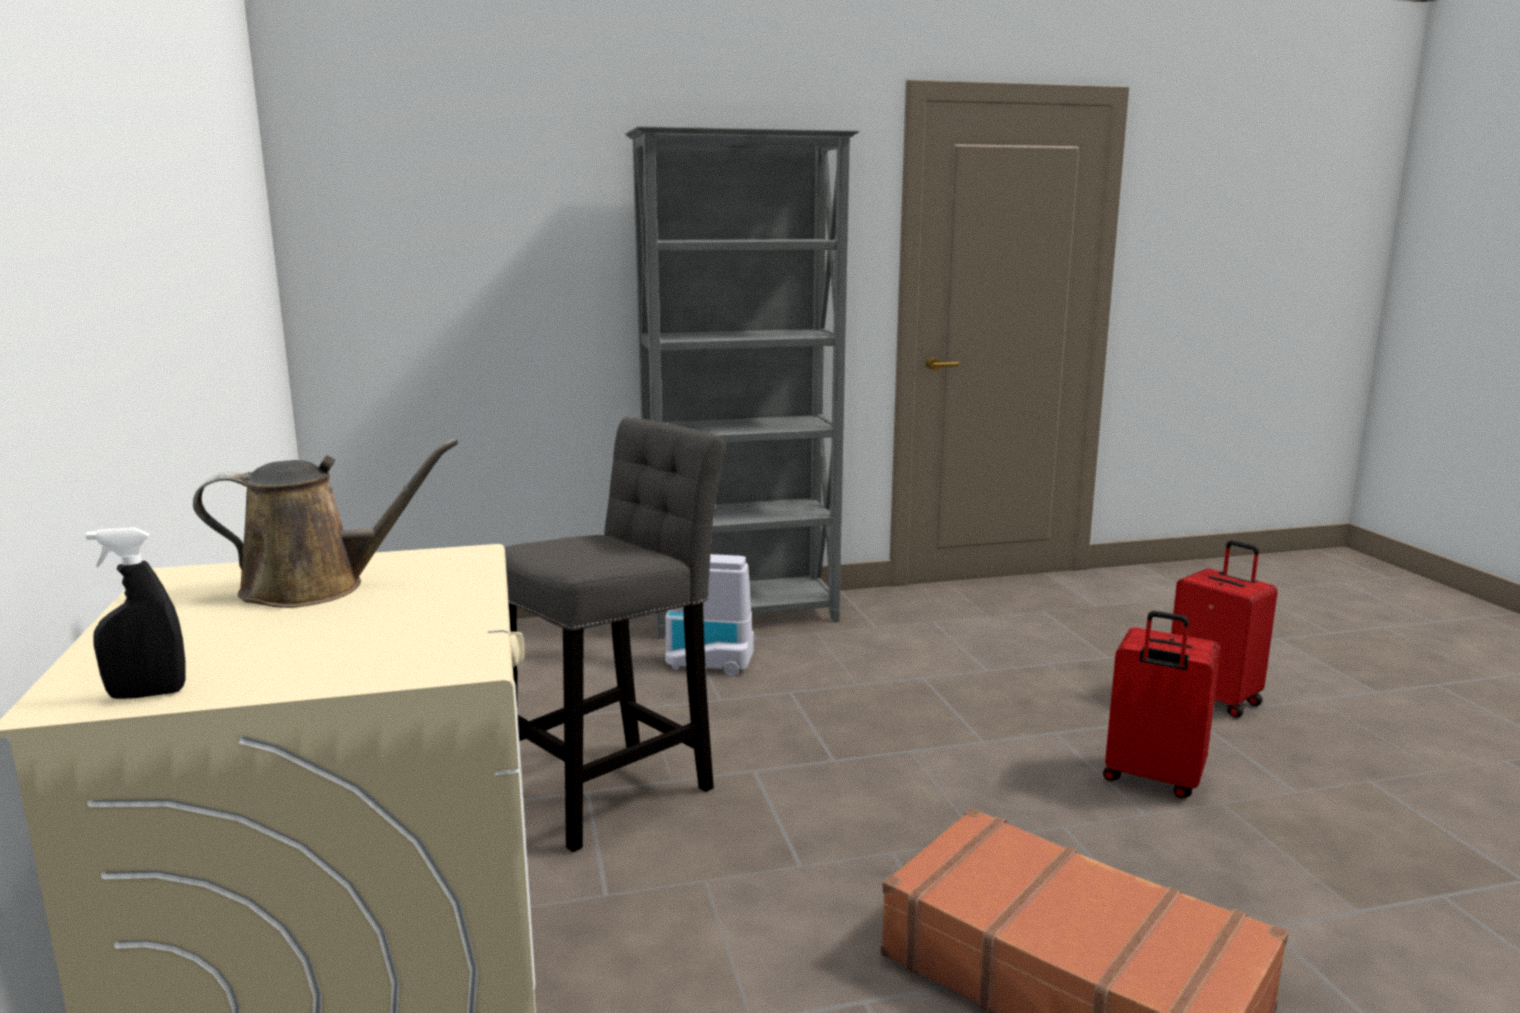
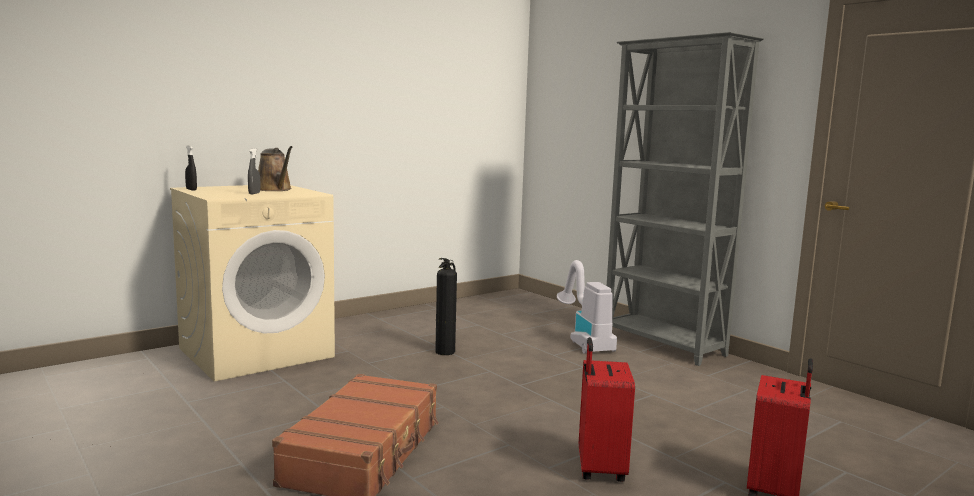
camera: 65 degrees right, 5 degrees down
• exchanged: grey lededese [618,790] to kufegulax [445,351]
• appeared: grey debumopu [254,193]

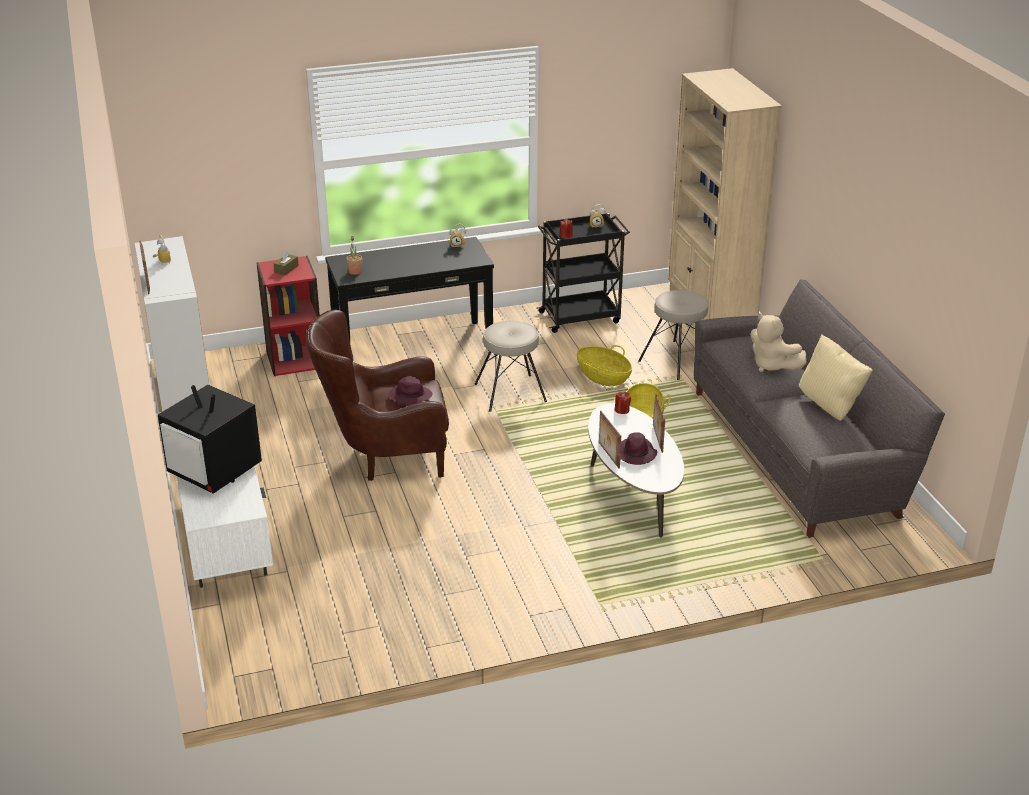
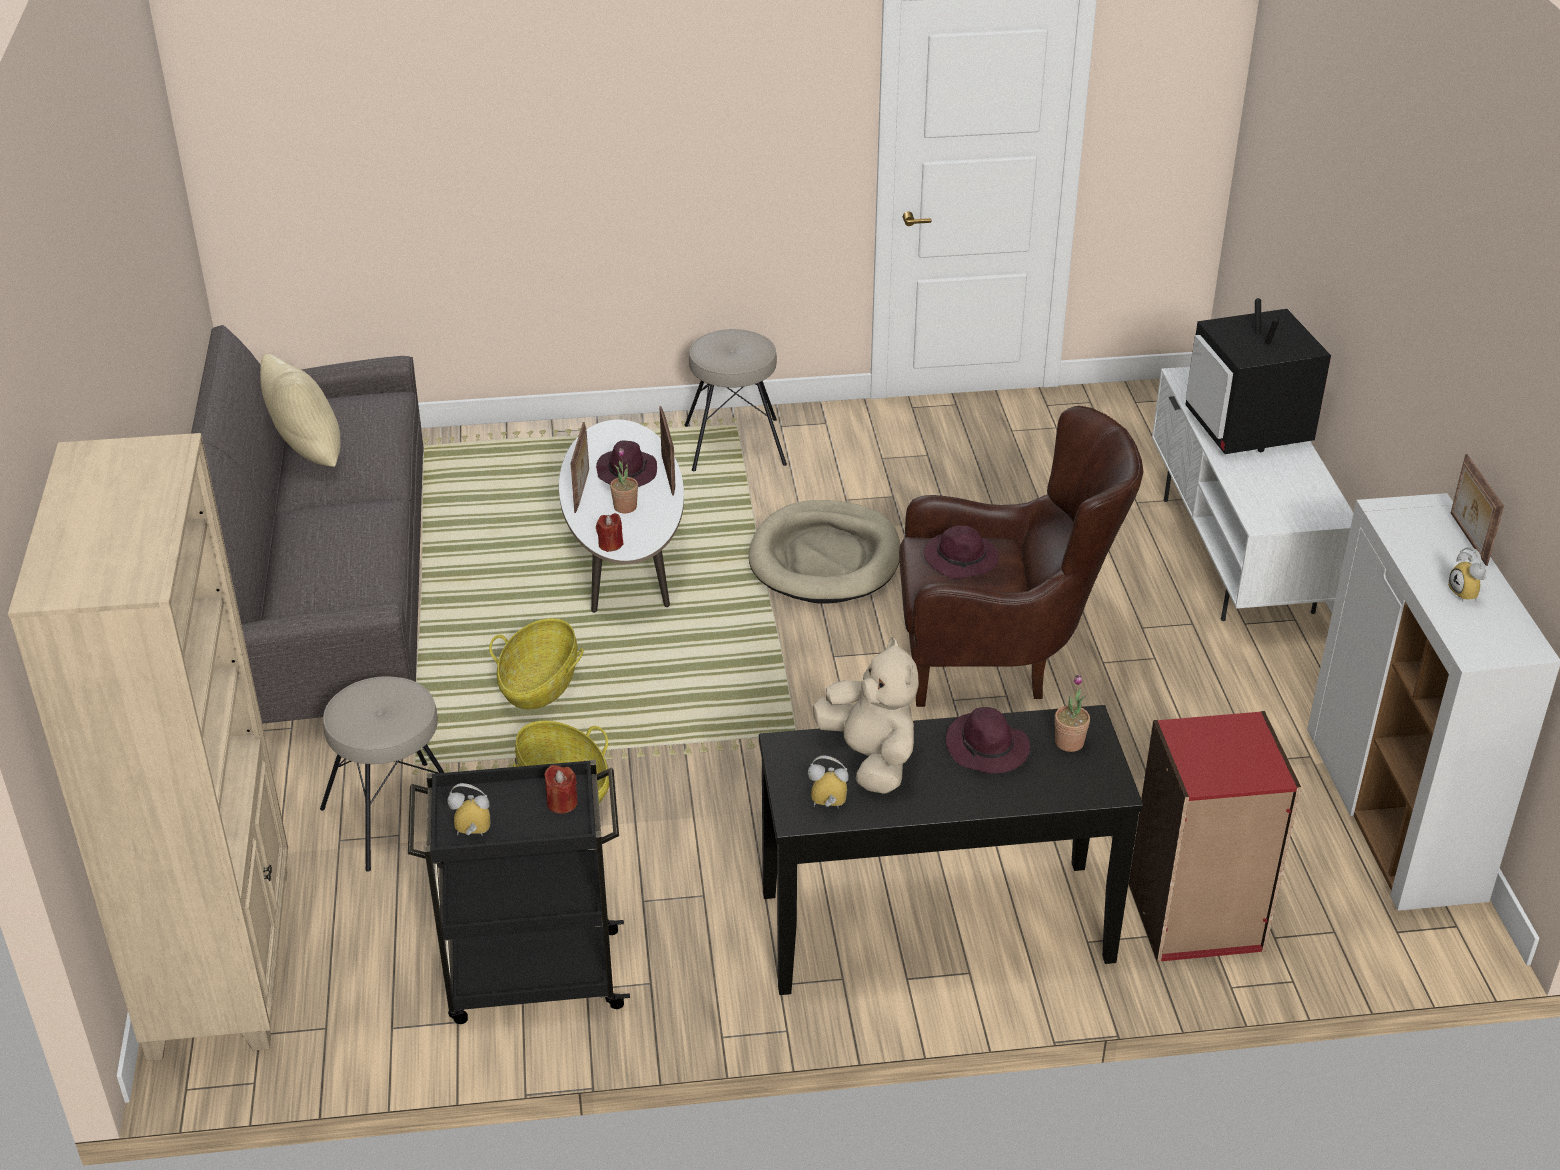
camera: 170 degrees left, 5 degrees up
• missing: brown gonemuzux [286,269]
• relocated: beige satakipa [772,365] to [870,759]
• relocated: beige lededese [510,393] to [734,444]
• spun: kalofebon [216,471] = [1248,430] 150 degrees counterclockwise
• appeared: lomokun [625,507]
• appeared: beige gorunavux [825,558]
• appeared: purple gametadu [987,748]

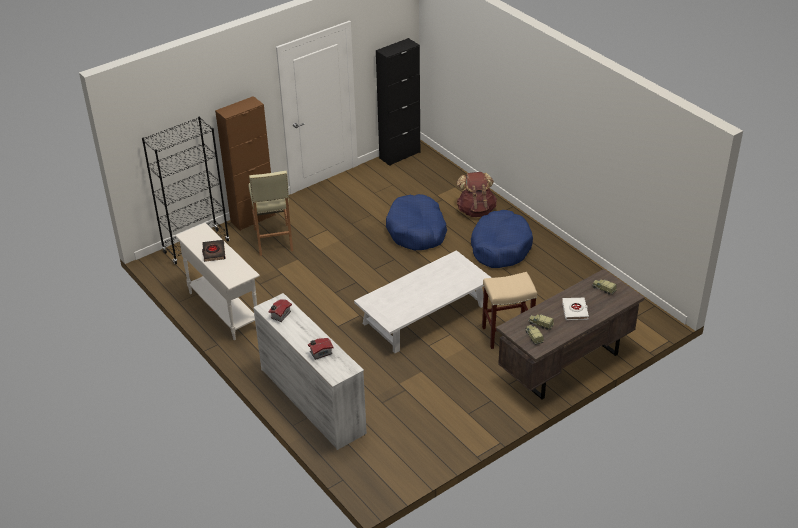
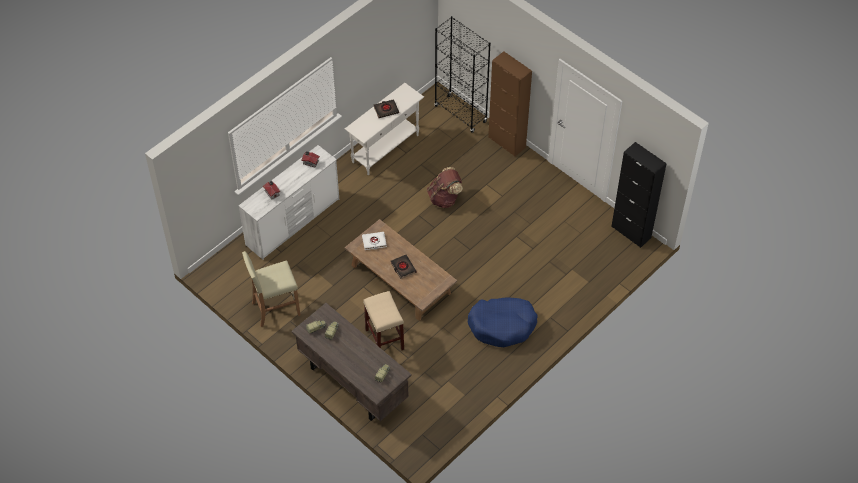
camera: 80 degrees right, 15 degrees up
• relocated: beige lededese [273,240] to [275,309]
• relocated: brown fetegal [476,210] to [444,198]
• missing: blue gorunavux [417,231]
• colour: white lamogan [424,314] to brown lamogan [401,279]
• relocated: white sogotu [575,310] to [374,242]
• appeared: black sogotu [403,268]

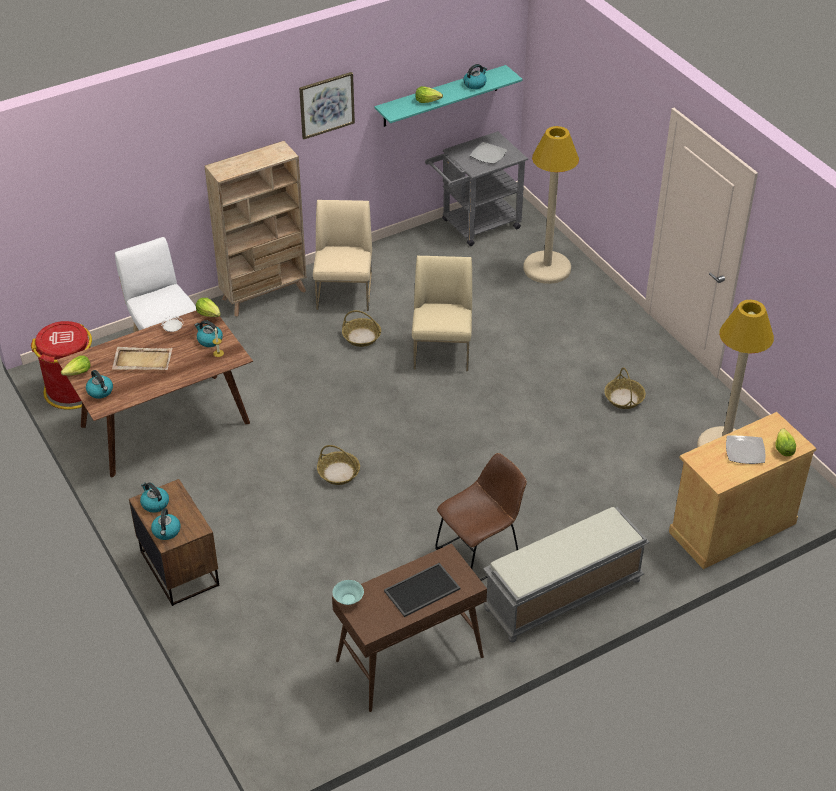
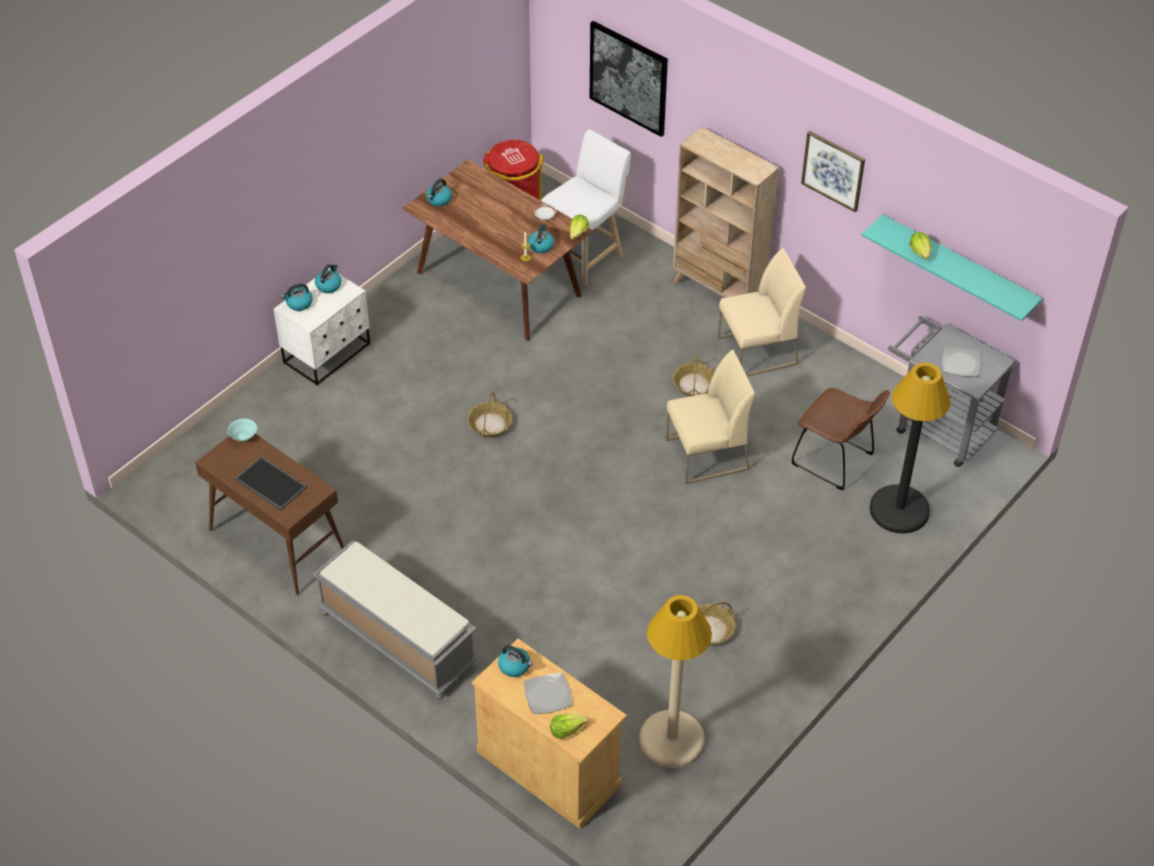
camera: 70 degrees right, 5 degrees up
• relocated: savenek [475,84] to [515,666]
• colour: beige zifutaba [547,268] to black zifutaba [899,510]
• missing: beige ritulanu [142,360]
• missing: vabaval [78,373]
• relocated: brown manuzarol [480,553] to [836,461]
• colour: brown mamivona [180,568] to white mamivona [328,353]
• appeared: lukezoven [629,78]

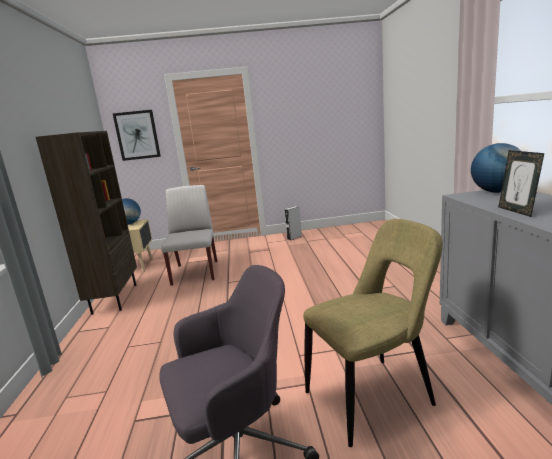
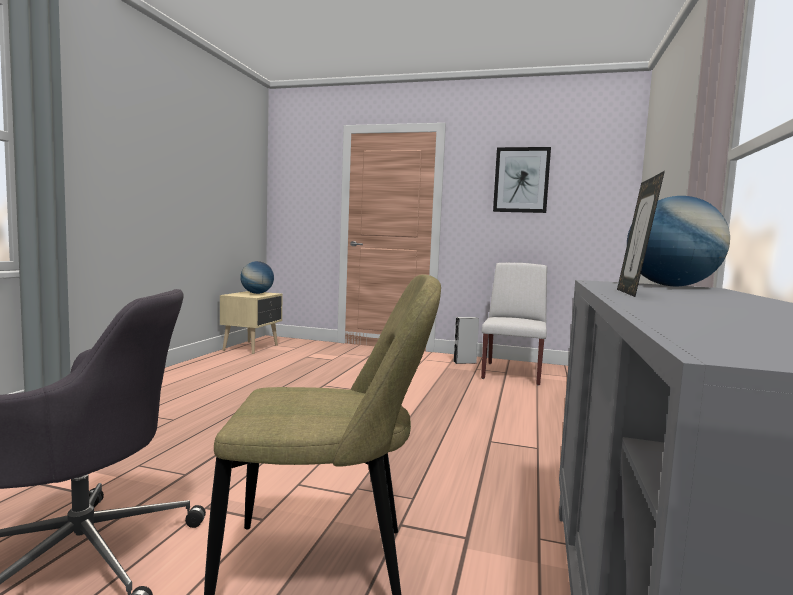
camera: 20 degrees right, 10 degrees down
• relocated: lukezoven [137,135] to [521,180]
• missing: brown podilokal [114,298]
• relocated: white manuzarol [195,272] to [512,373]

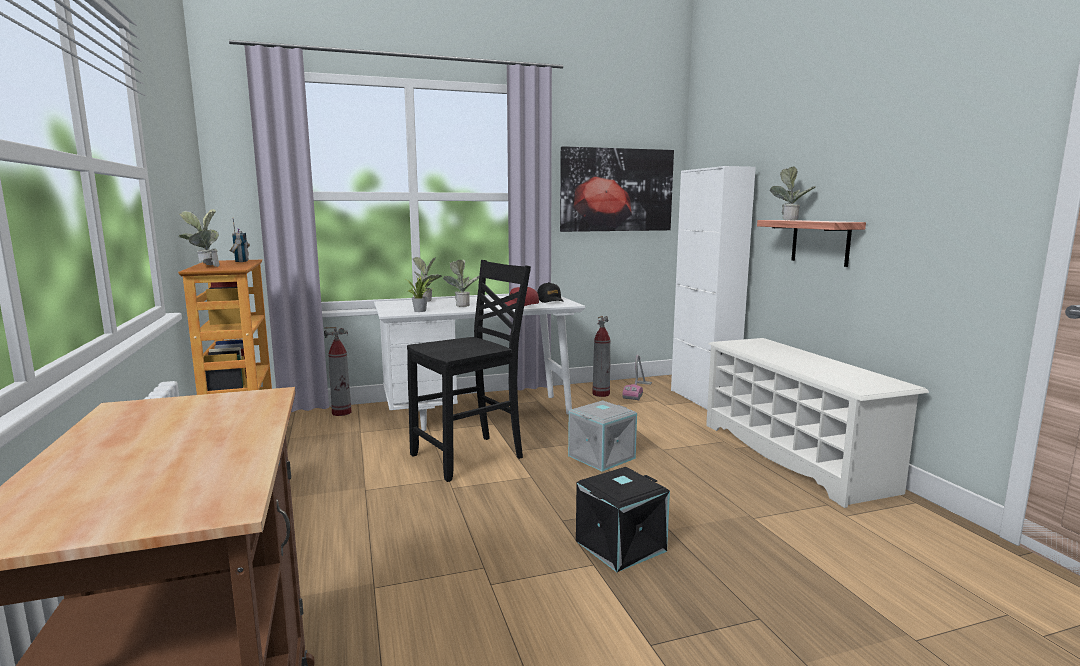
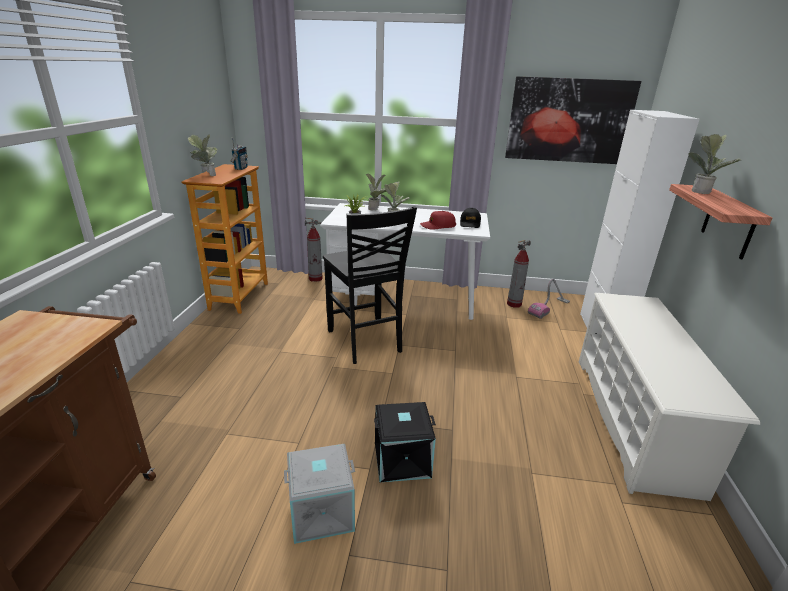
camera: 25 degrees right, 15 degrees up
• spun: black manuzarol [470,457] = [365,342] 75 degrees clockwise
• relocated: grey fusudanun [601,456] to [322,510]

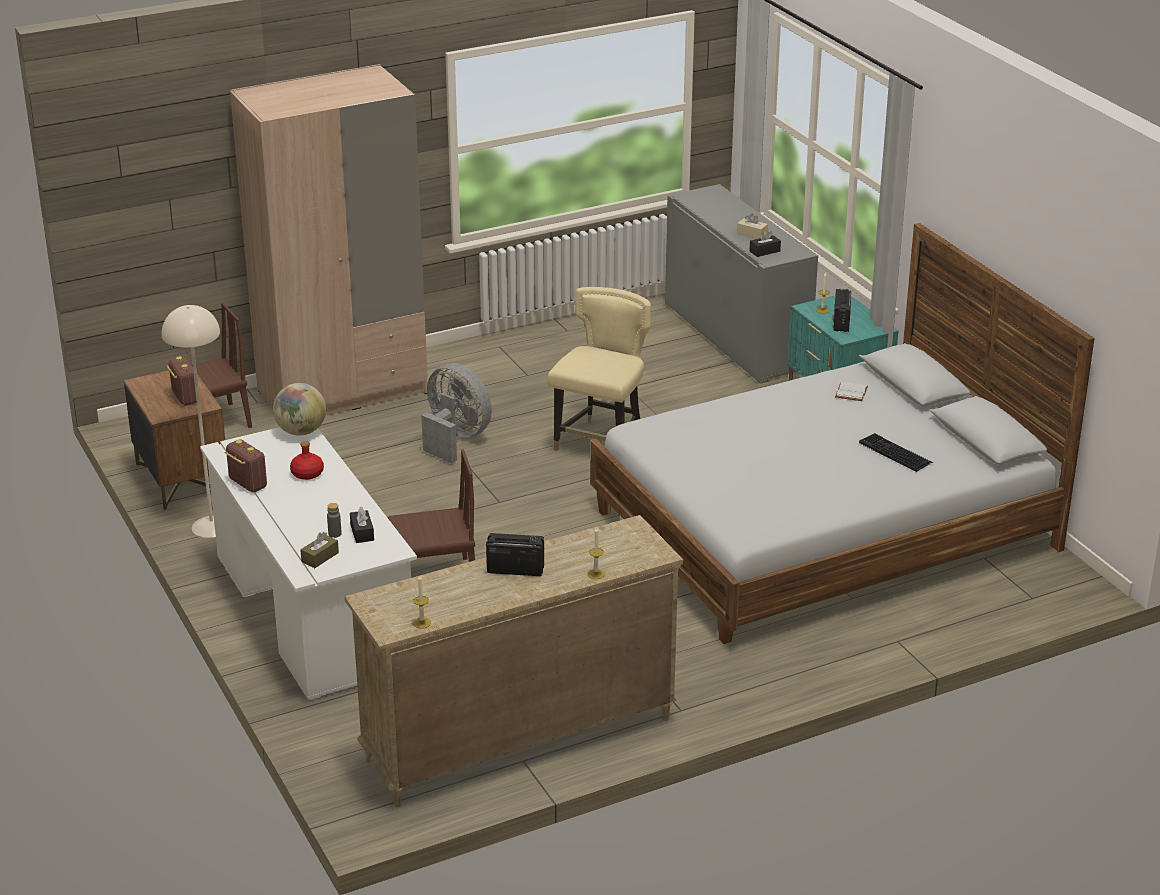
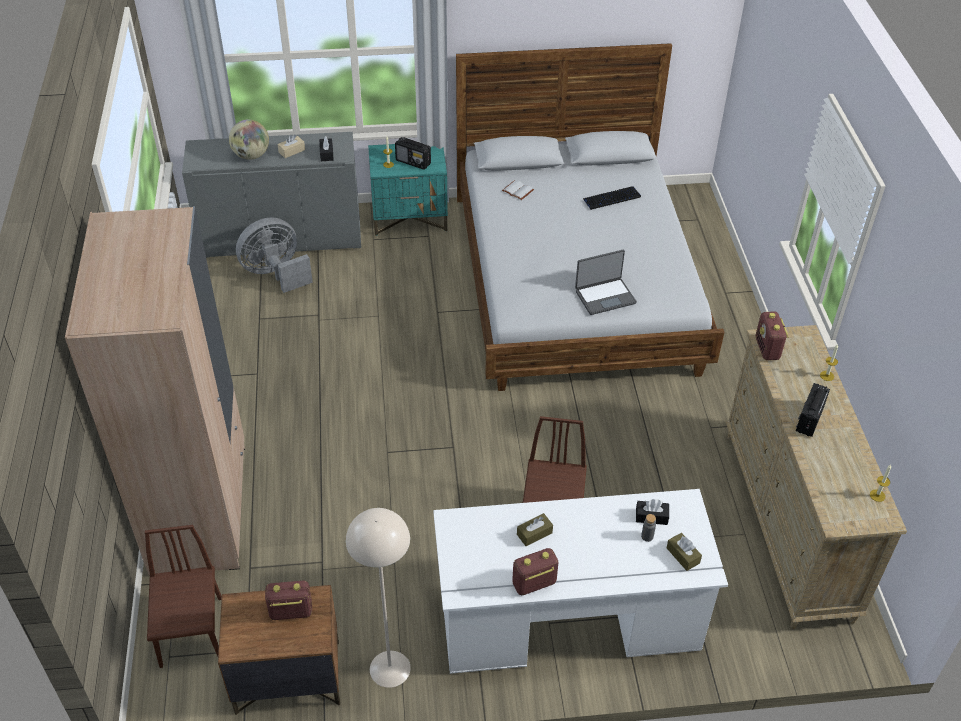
camera: 70 degrees left, 15 degrees up
• missing: beige manuzarol [601,443]
• relocated: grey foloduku [455,439] to [276,274]
• relocated: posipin [301,431] to [251,155]
• exchanged: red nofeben [307,474] to brown gonemuzux [534,533]
• appeared: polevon [605,296]
• appeared: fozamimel [767,349]

